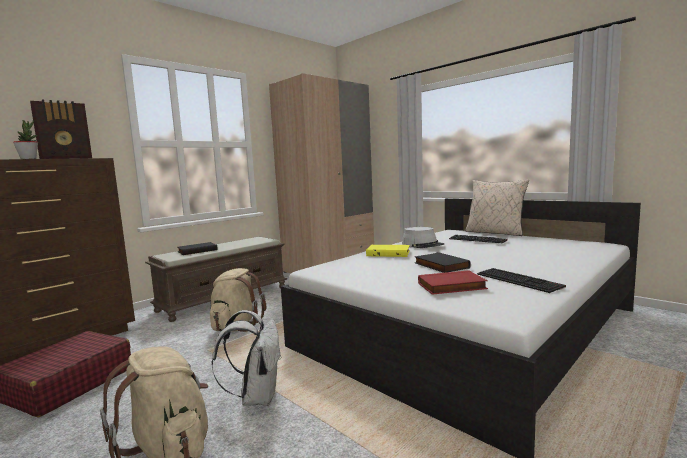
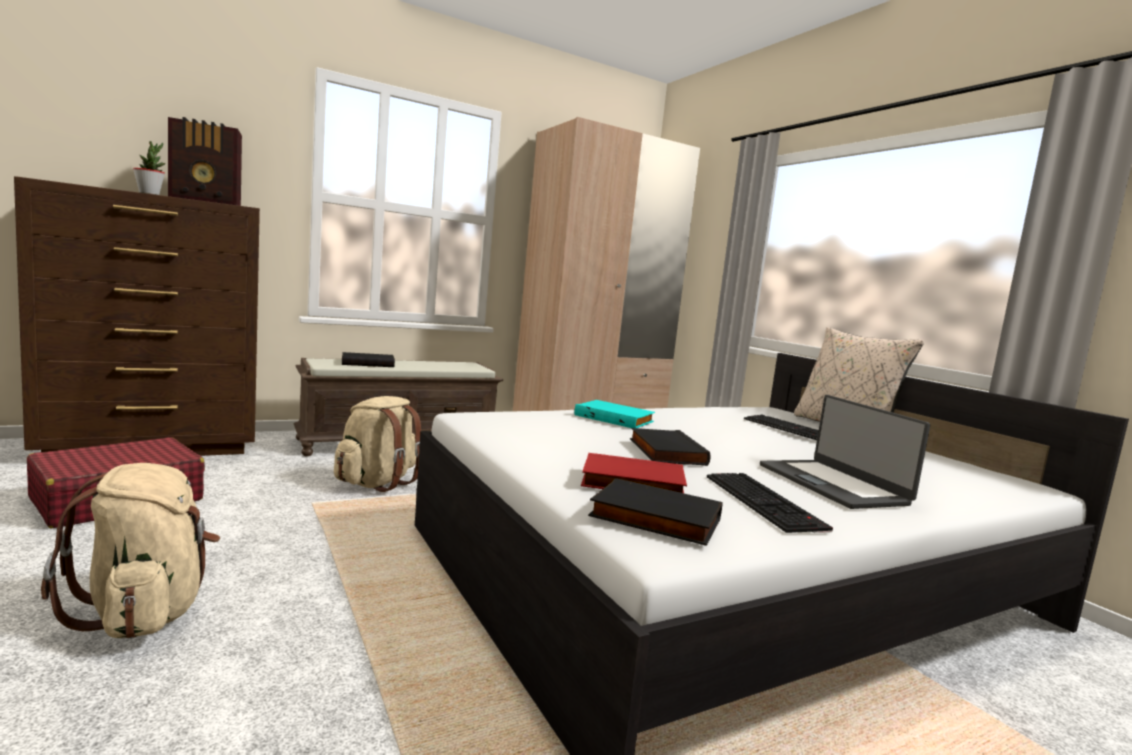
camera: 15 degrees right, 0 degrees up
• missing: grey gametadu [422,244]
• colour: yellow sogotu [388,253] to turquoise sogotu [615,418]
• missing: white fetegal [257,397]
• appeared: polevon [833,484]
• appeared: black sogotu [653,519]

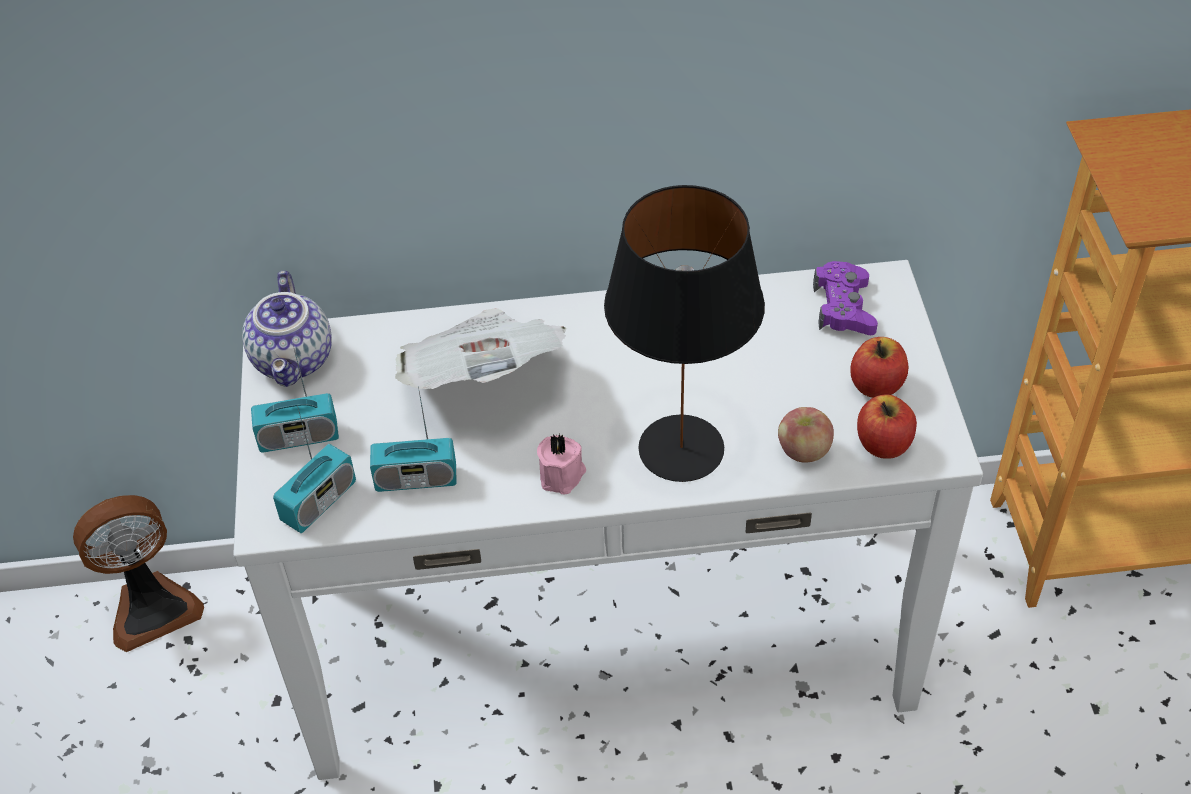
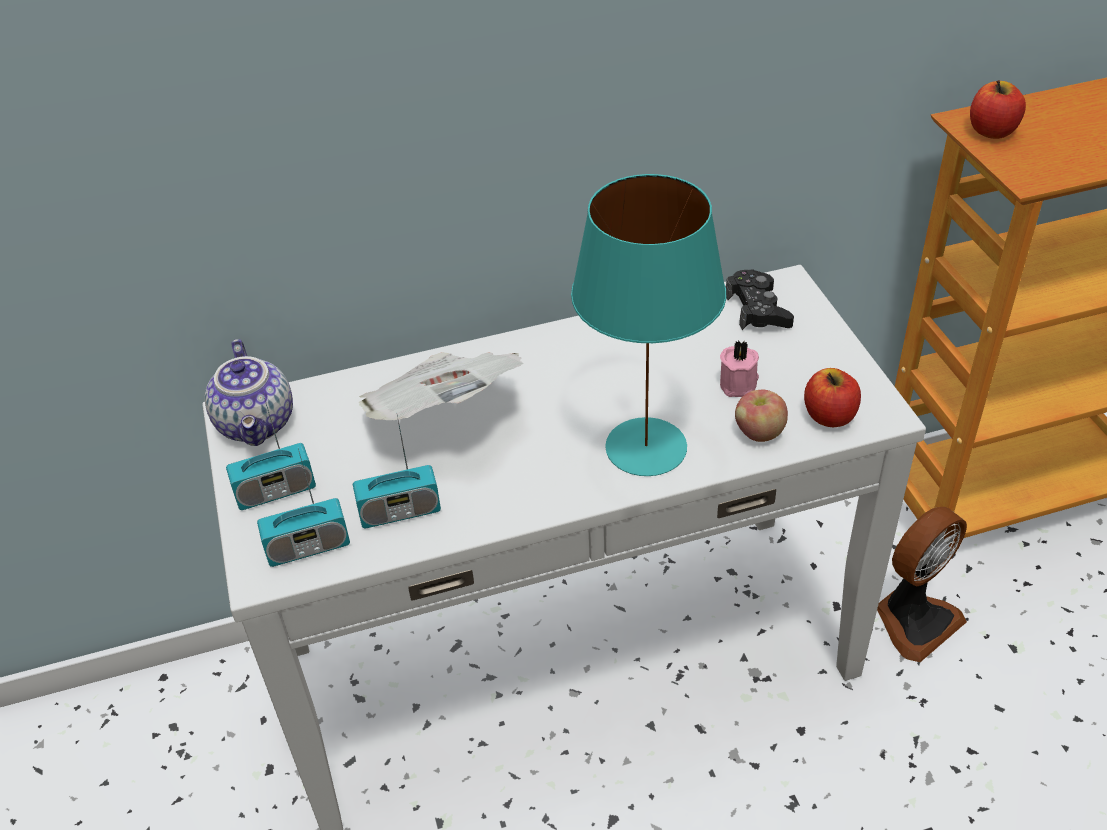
camera: 10 degrees left, 5 degrees down
• colour: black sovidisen [682,449] to turquoise sovidisen [647,447]
• colour: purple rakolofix [844,308] to black rakolofix [758,309]
• relocated: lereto [876,385] to [992,131]
• spun: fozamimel [319,502] = [308,547] 45 degrees clockwise
• relocated: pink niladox [563,476] to [740,384]
• relocated: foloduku [152,607] to [914,619]

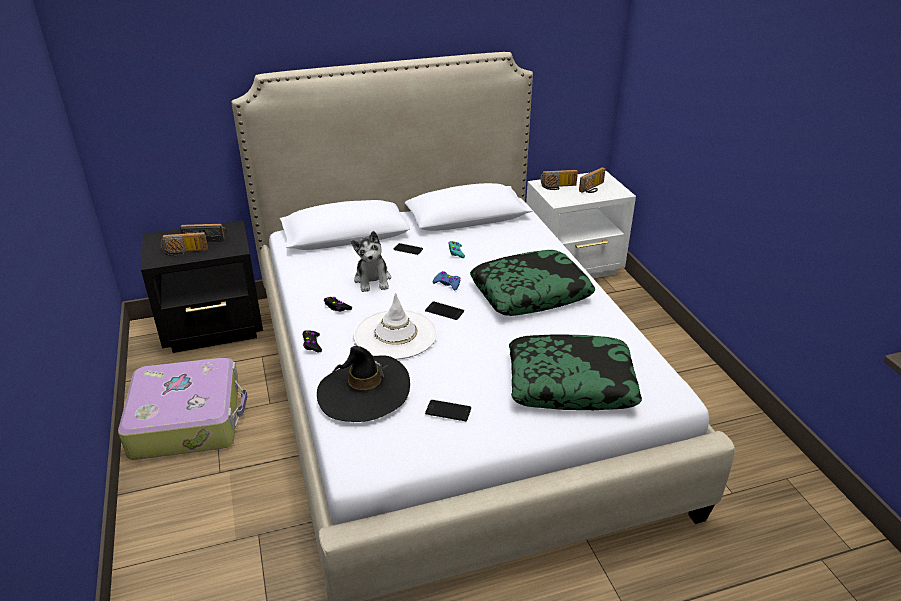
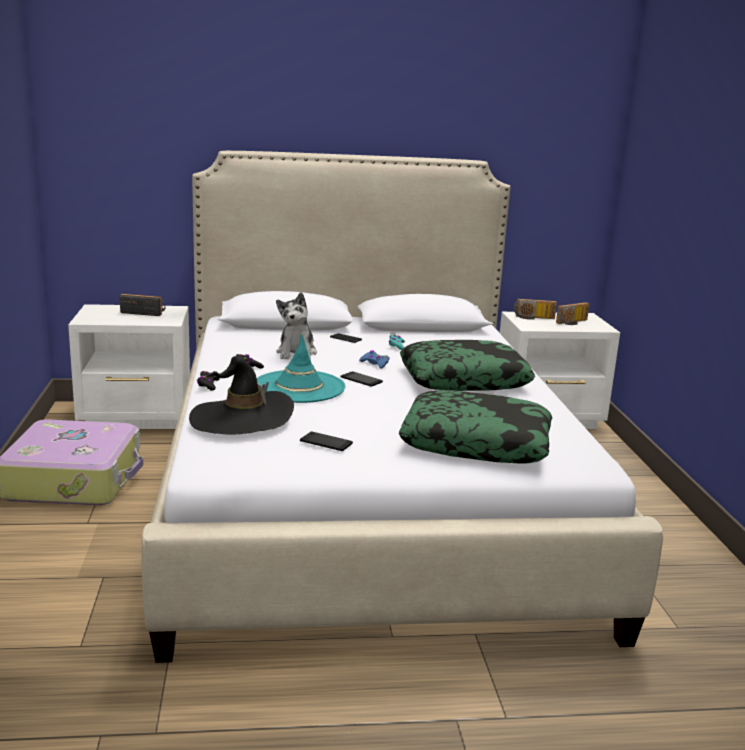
camera: 10 degrees right, 15 degrees down
• colour: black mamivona [215,329] to white mamivona [137,417]
• missing: fozamimel [185,252]
• colour: white gametadu [395,334] to turquoise gametadu [299,387]

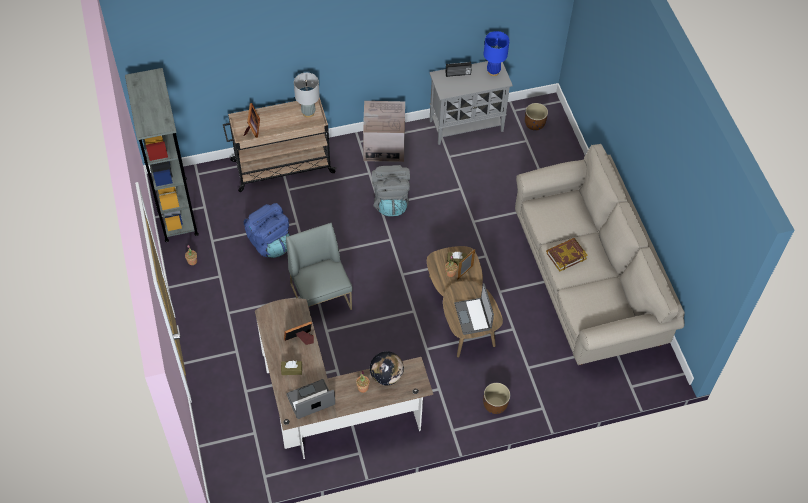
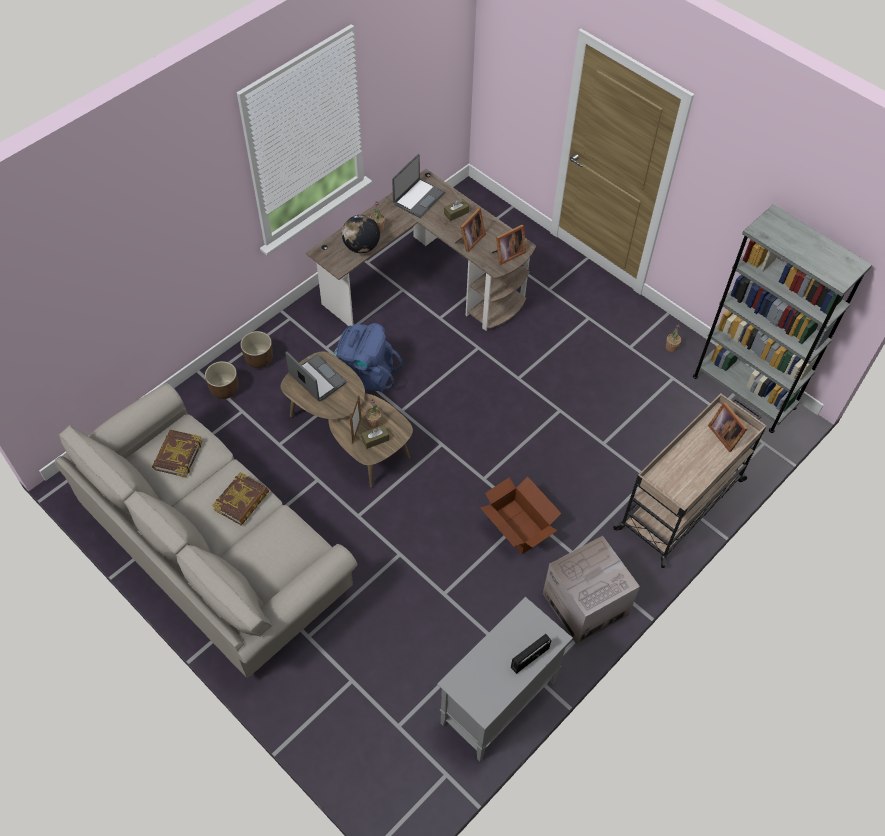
camera: 150 degrees right, 0 degrees up
• missing: blue sovidisen [493,71]
• missing: grey sovidisen [308,113]
• relocated: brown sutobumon [534,124] to [224,389]
• exchanged: grey fetegal [390,201] to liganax [518,527]
• relocated: blue fetegal [269,243] to [365,374]
• missing: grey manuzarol [321,297]
• appeared: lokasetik [507,254]
• appeared: sogotu [177,455]

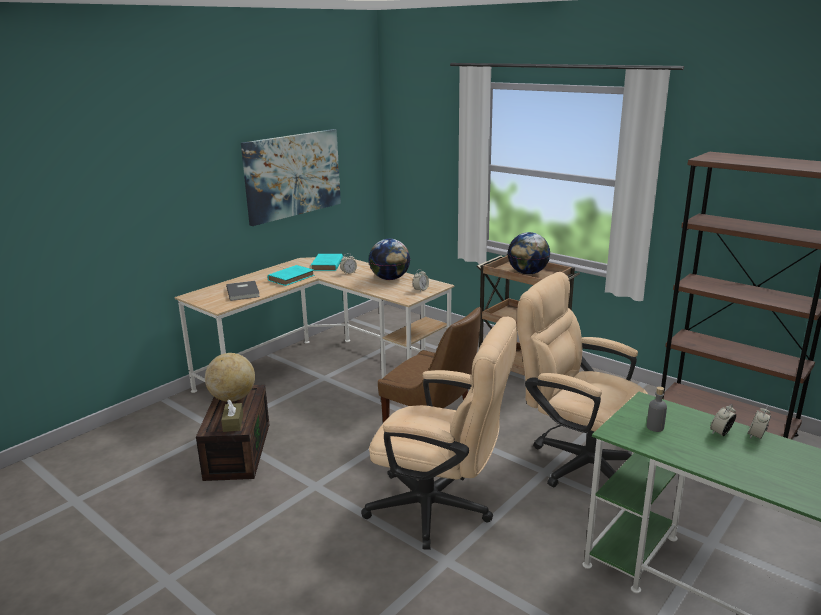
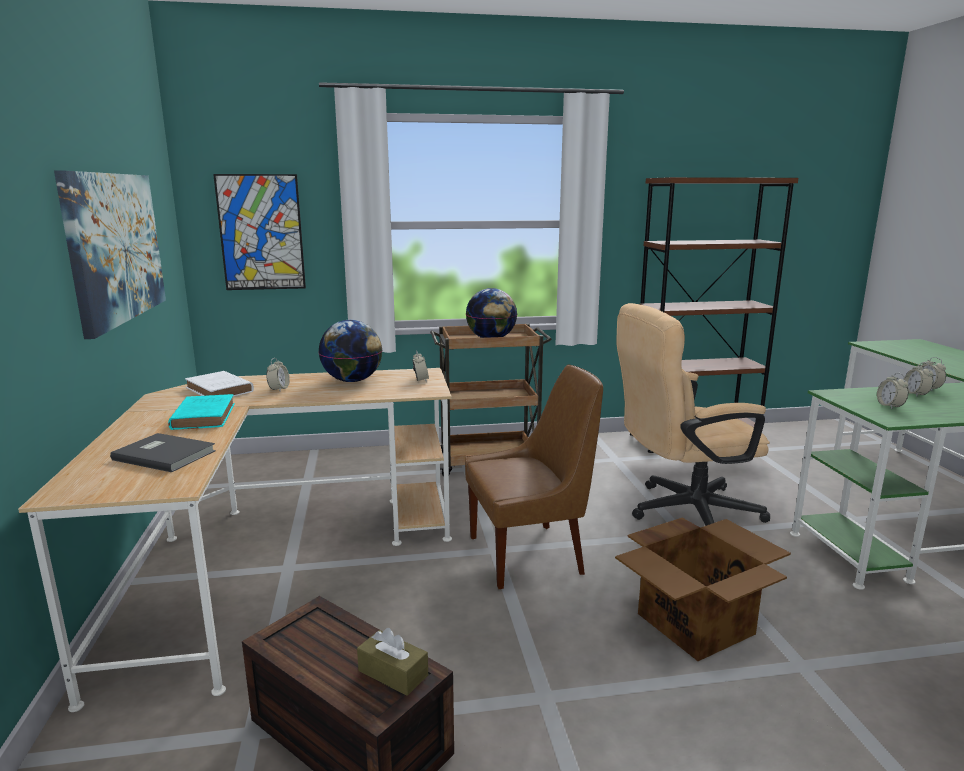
camera: 50 degrees left, 5 degrees down
• colour: turquoise sogotu [327,265] to white sogotu [220,390]
• exchanged: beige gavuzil [440,510] to liganax [697,623]
• missing: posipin [233,398]
• exchanged: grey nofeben [655,427] to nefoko [890,406]
• appeared: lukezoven [261,232]

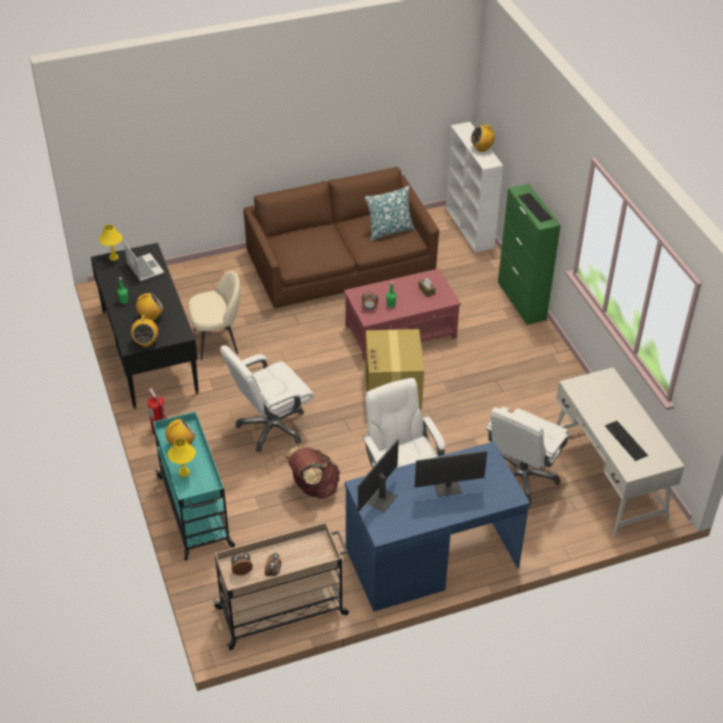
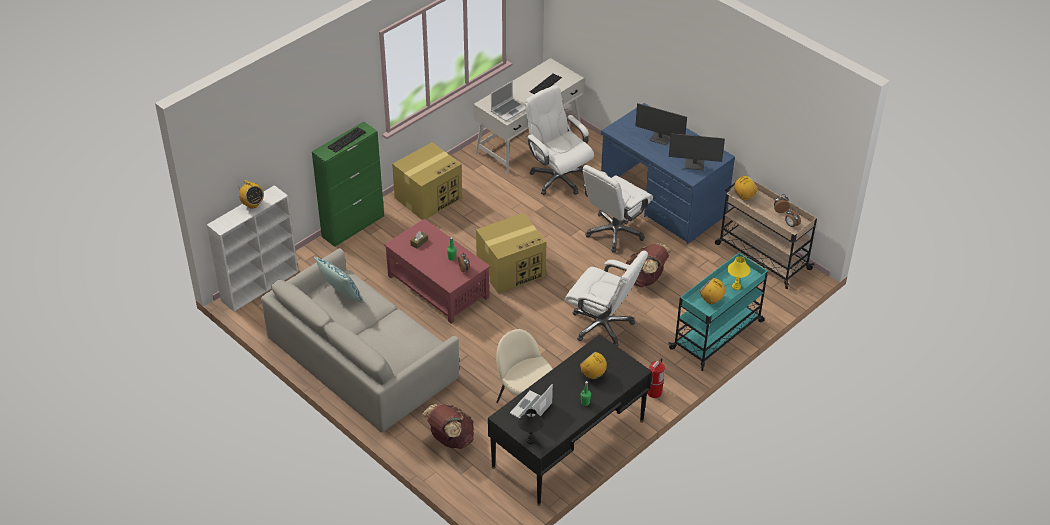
camera: 115 degrees left, 0 degrees up
• colour: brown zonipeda [341,262] to grey zonipeda [361,357]
• colour: yellow sovidisen [113,257] to black sovidisen [530,440]
• relocated: fozamimel [146,342] to [744,196]
• spun: white gavuzil [522,477] = [557,178] 135 degrees counterclockwise
• spun: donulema [447,488] = [660,139] 150 degrees clockwise
• appeared: polevon [508,110]
• appeared: liganax [429,197]
• appeared: brown fetegal [450,439]

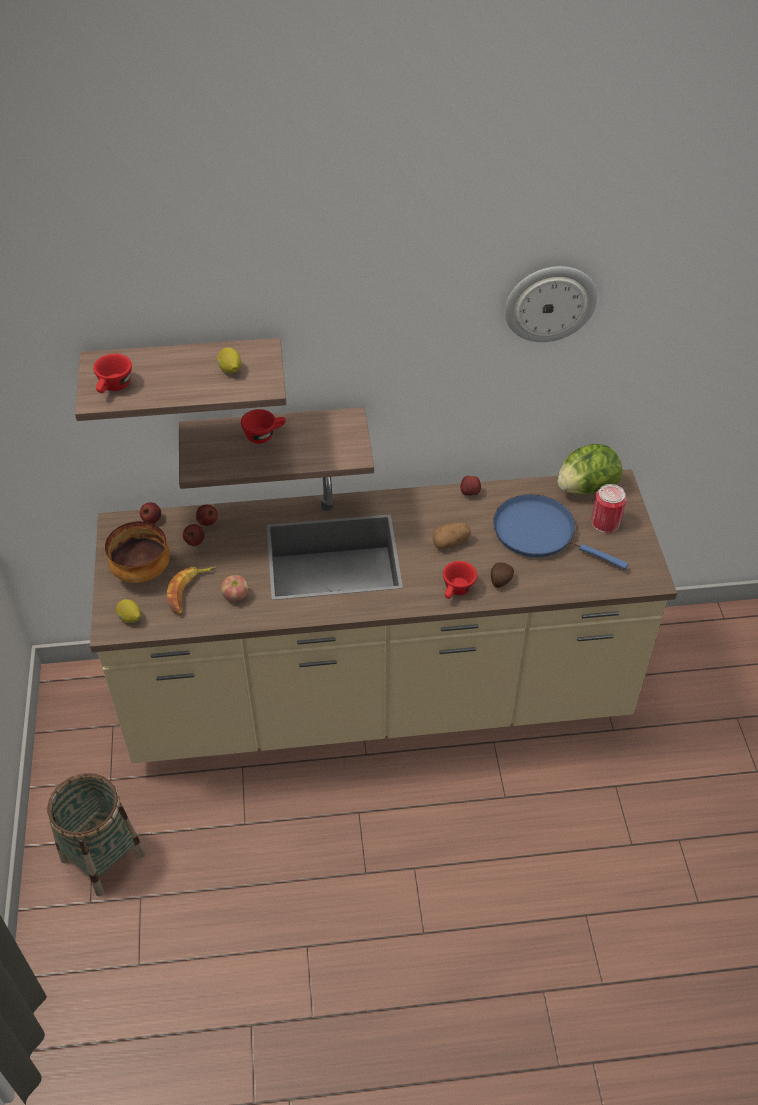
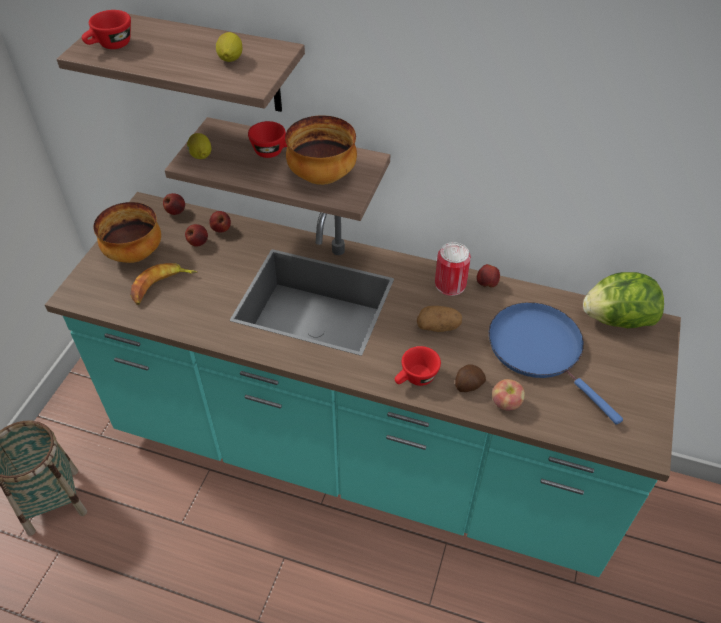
camera: 25 degrees right, 0 degrees up
• missing: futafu [550,303]
• colour: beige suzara [379,699] to turquoise suzara [360,456]
• relocated: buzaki [605,522] to [450,284]
• relocated: lereto [236,596] to [506,403]
• relocated: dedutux [130,618] to [201,156]
• appeared: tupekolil [321,176]

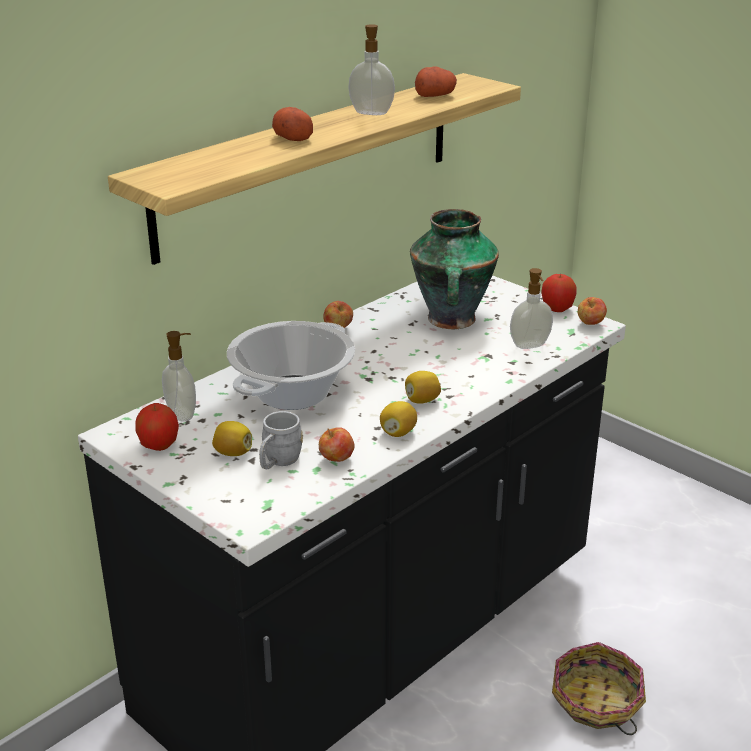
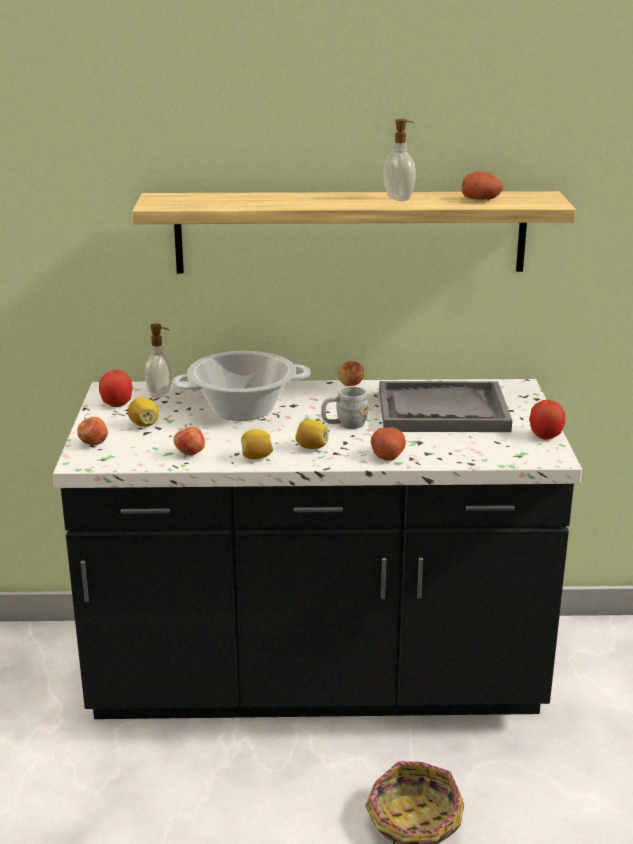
camera: 45 degrees right, 5 degrees down
• relocated: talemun [291,138] to [387,454]
• exchanged: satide [451,320] to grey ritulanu [442,411]
• missing: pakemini [530,346]
• relocated: lereto [590,324] to [93,444]
• relocated: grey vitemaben [278,462] to [344,424]

